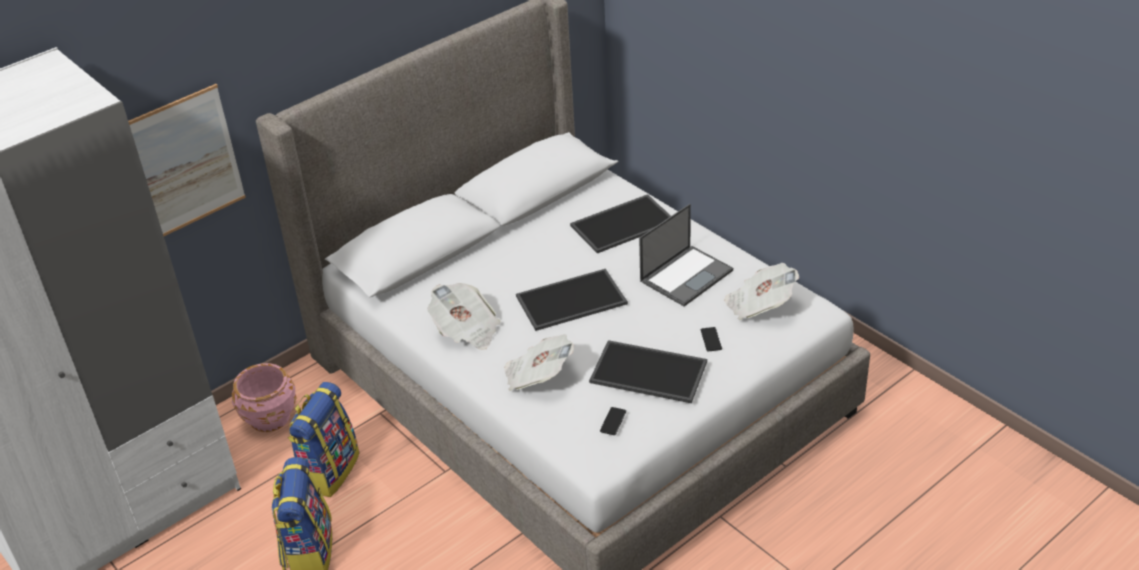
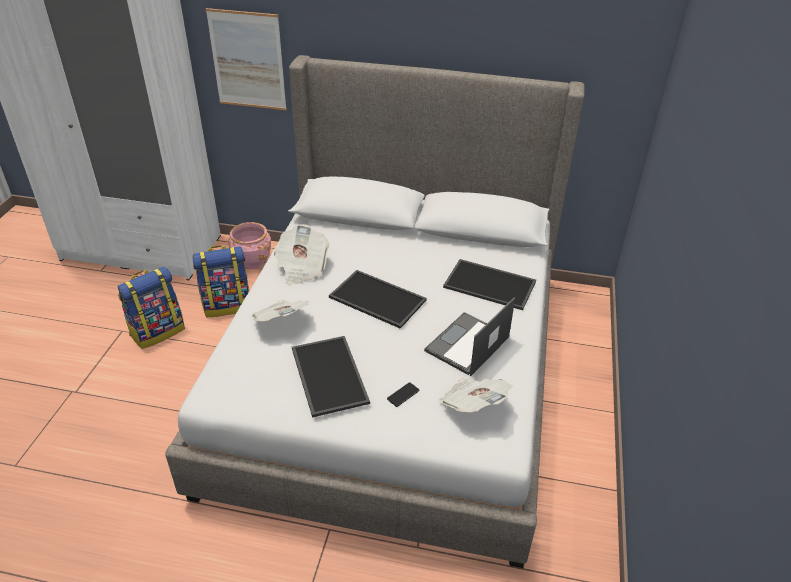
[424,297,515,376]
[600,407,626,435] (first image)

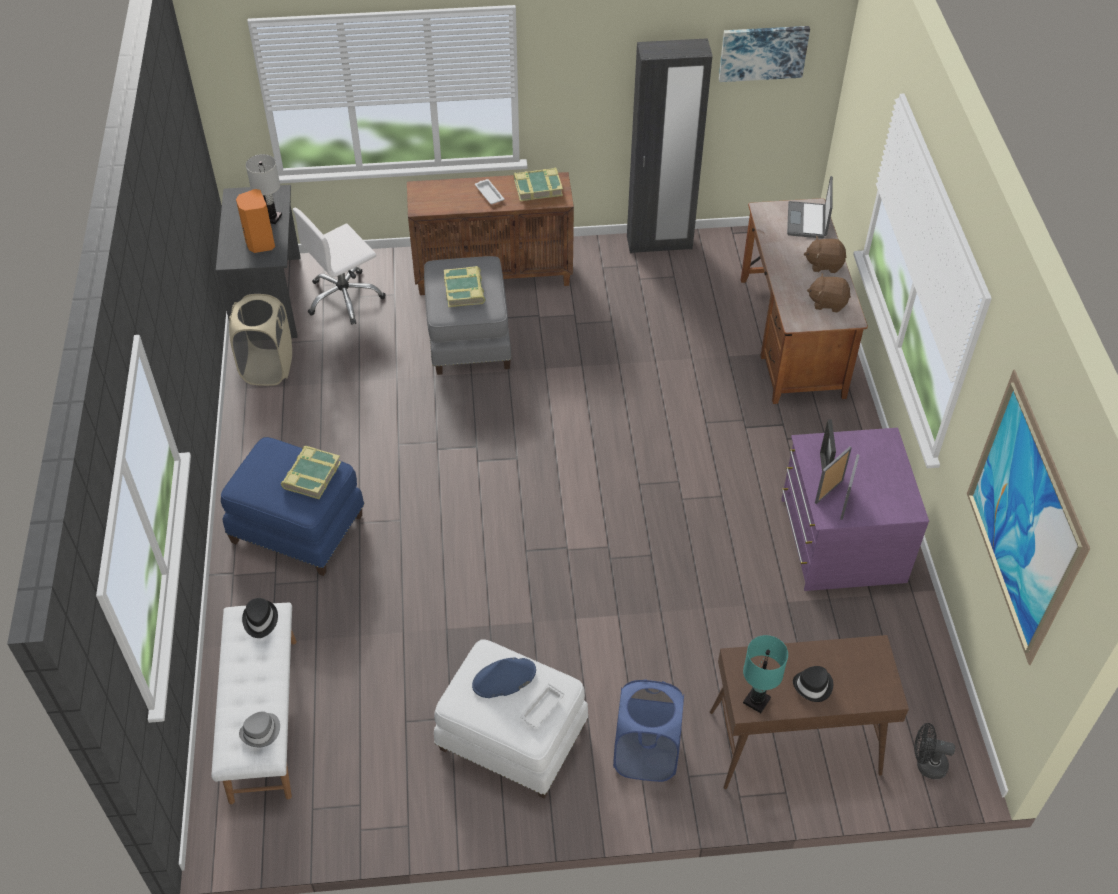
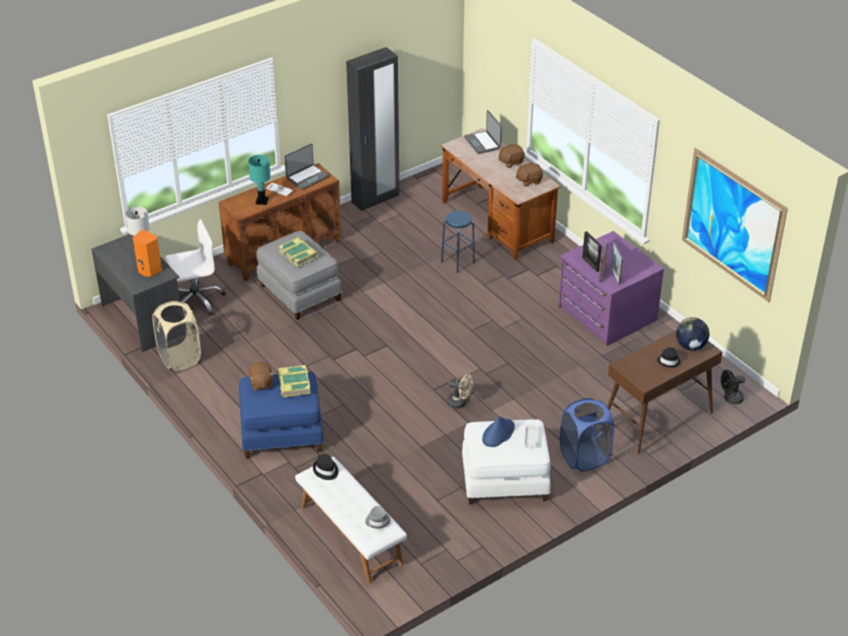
[165,219,226,316]
[248,155,271,205]
[249,362,274,391]
[285,143,329,190]
[441,211,475,273]
[447,374,473,408]
[676,317,709,351]
[719,26,810,82] (first image)

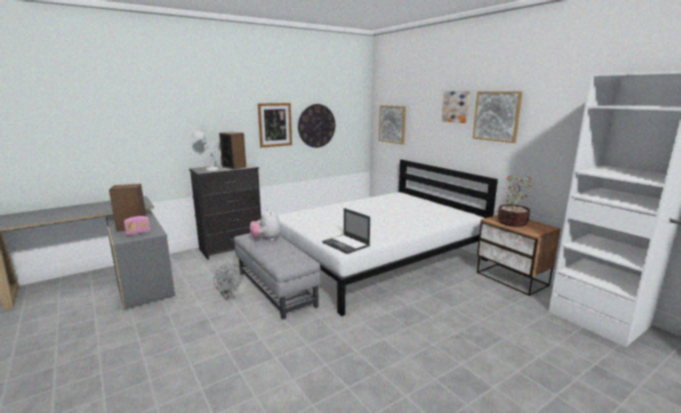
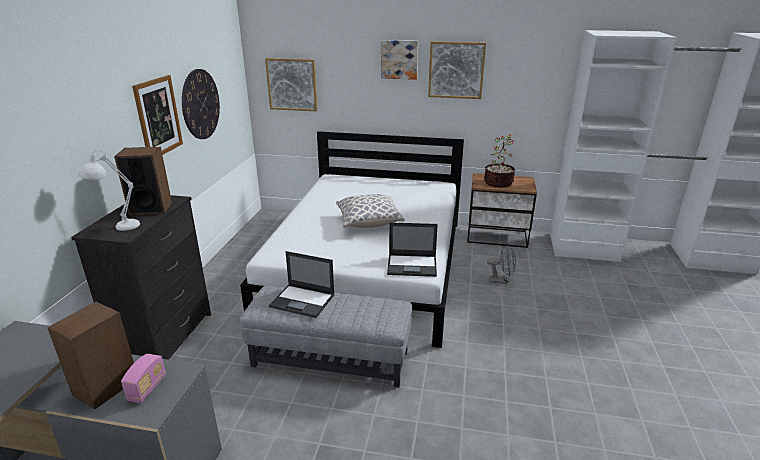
[269,251,335,318]
[336,194,405,228]
[487,245,516,284]

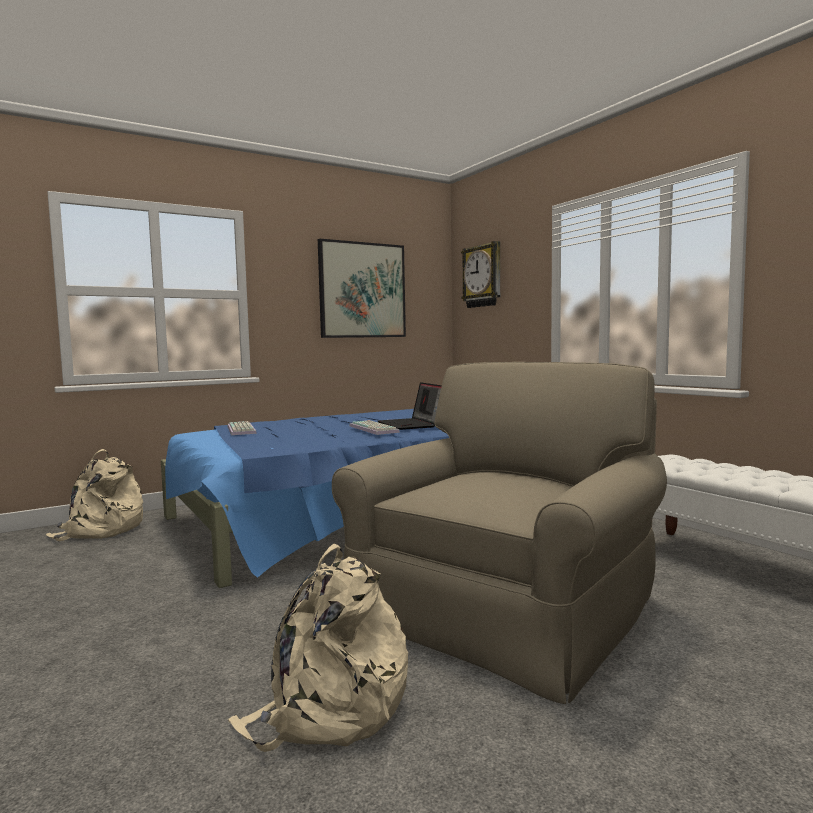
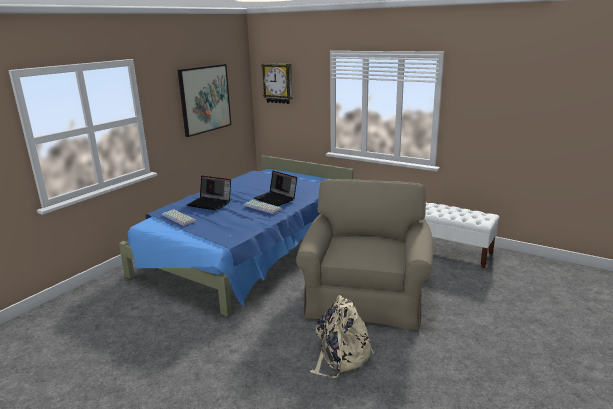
[187,176,231,210]
[45,449,143,541] (first image)

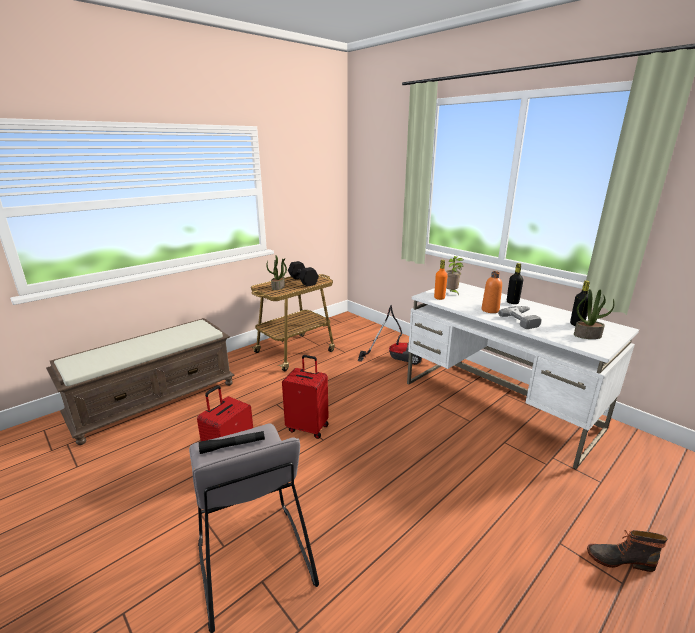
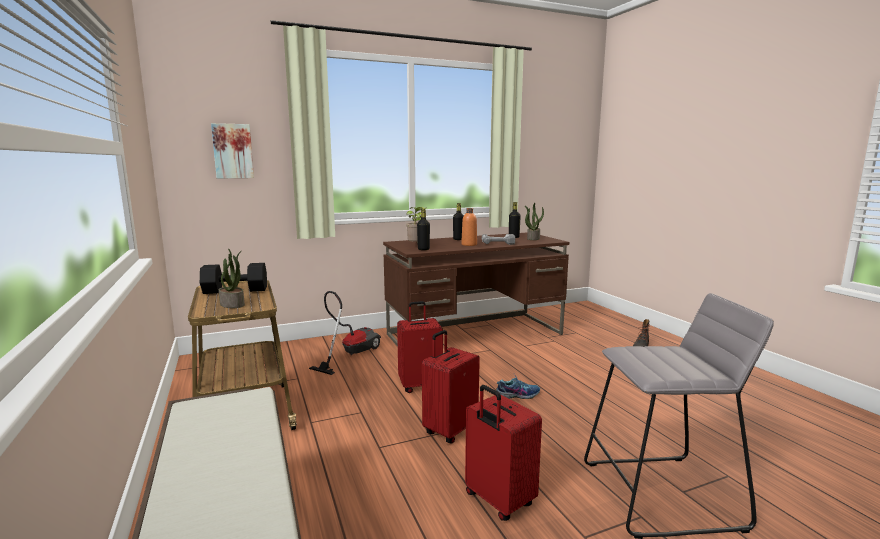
[211,123,254,179]
[383,233,569,347]
[397,301,443,393]
[417,208,430,250]
[496,374,540,399]
[199,431,265,454] (first image)

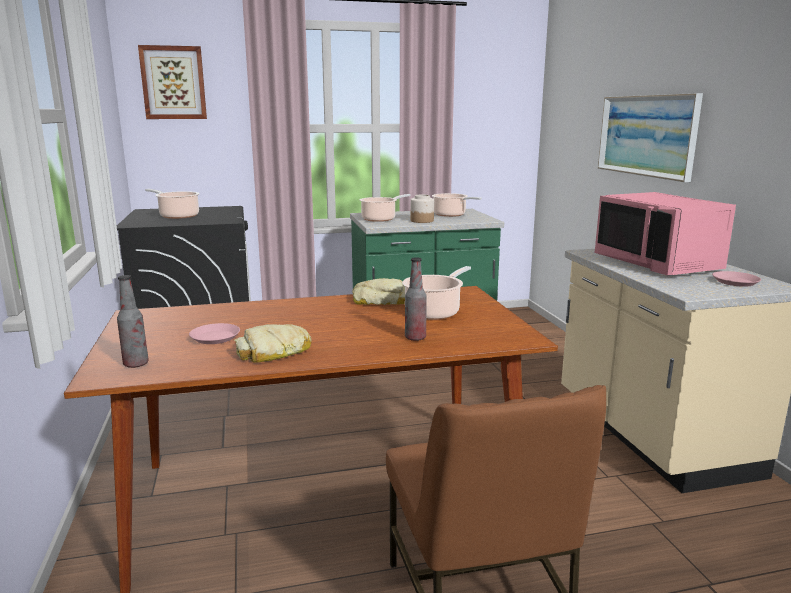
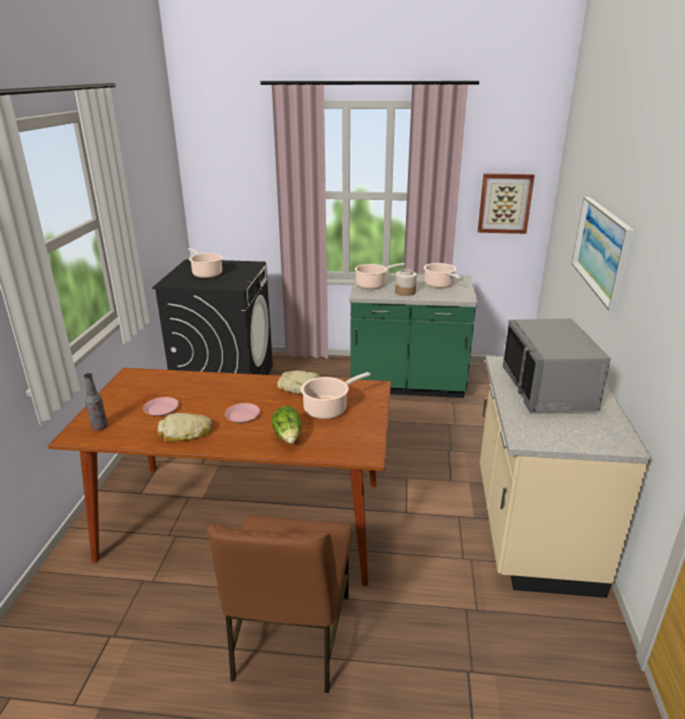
[225,403,260,423]
[272,406,302,443]
[478,174,535,234]
[502,319,611,412]

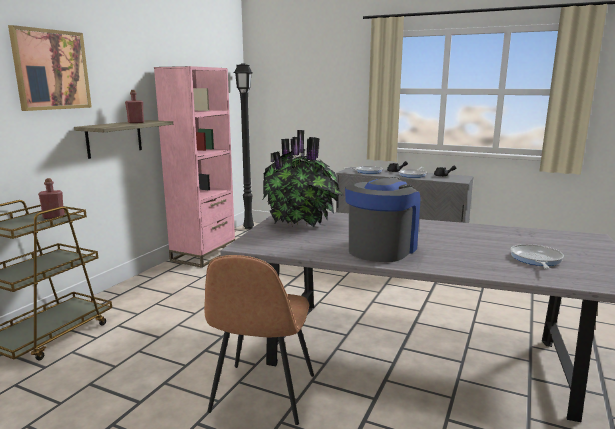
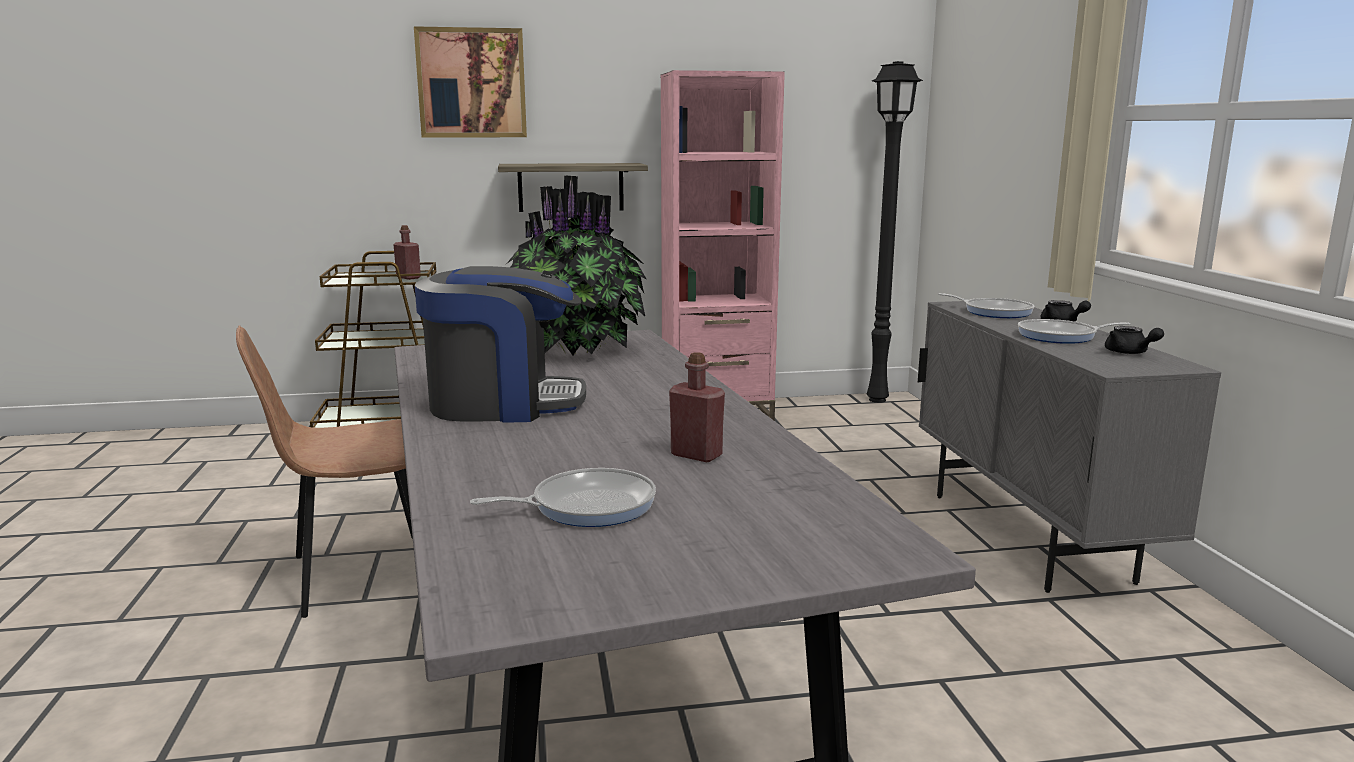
[669,352,725,462]

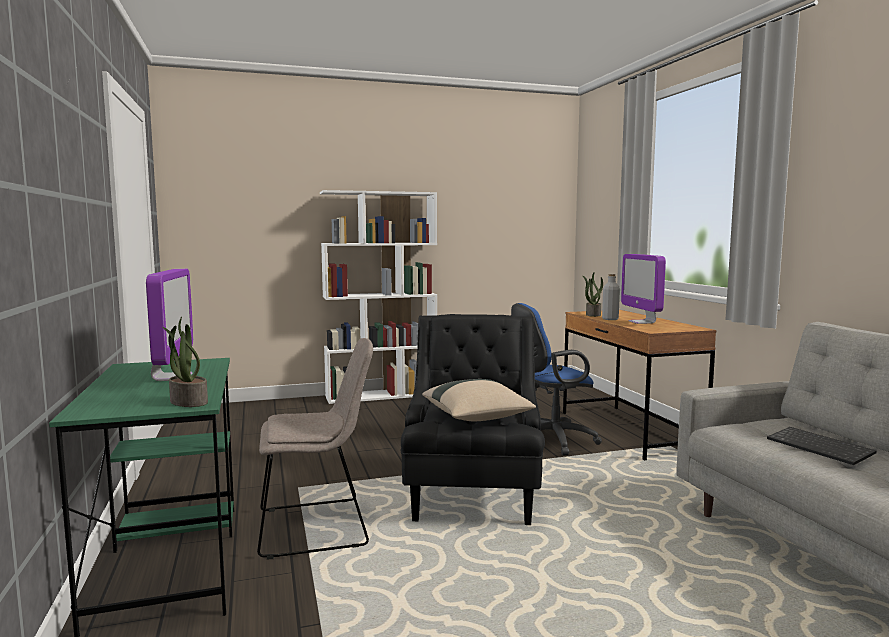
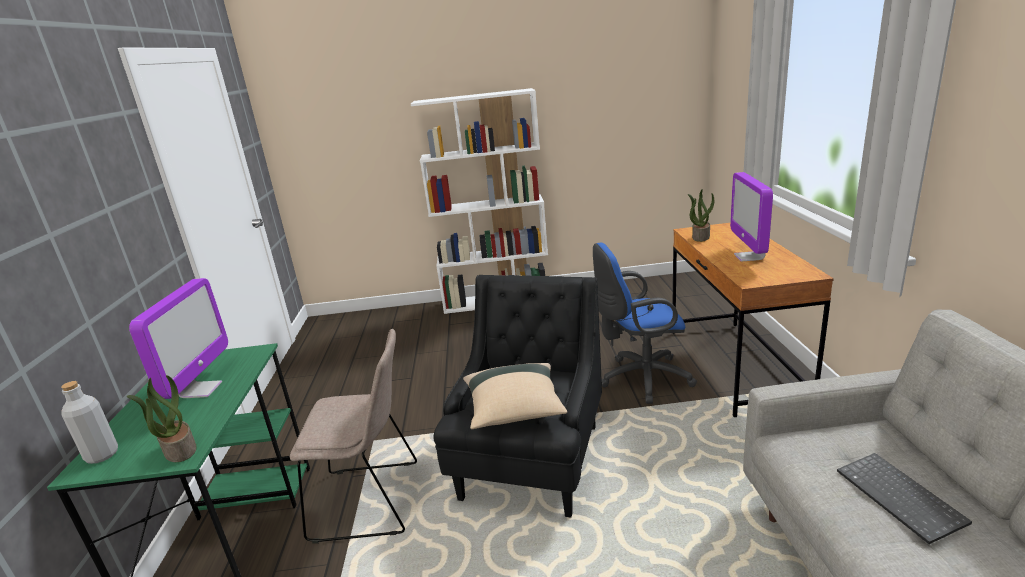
[61,381,118,464]

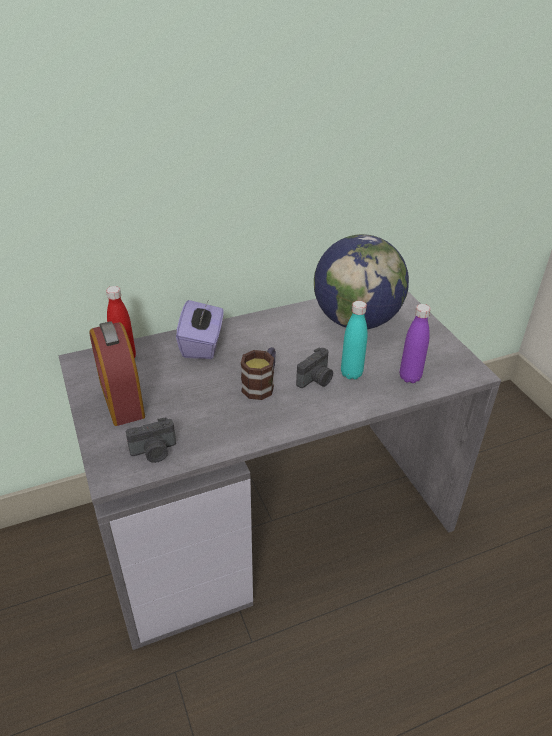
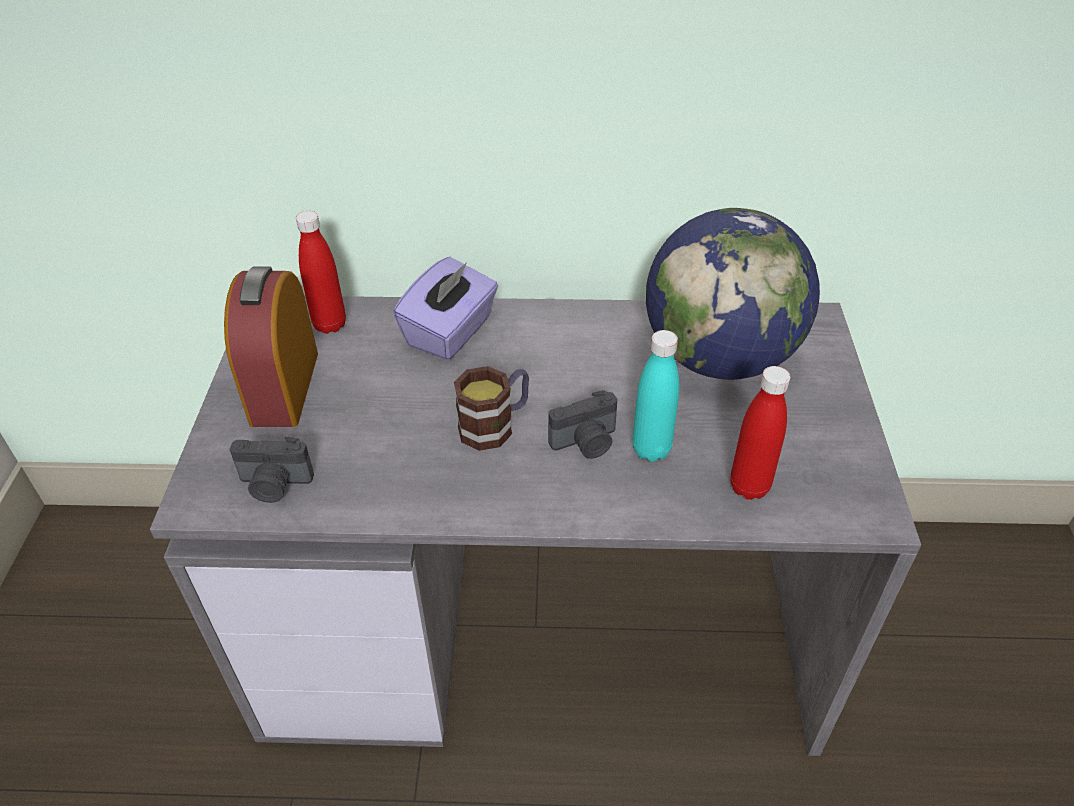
[730,366,790,500]

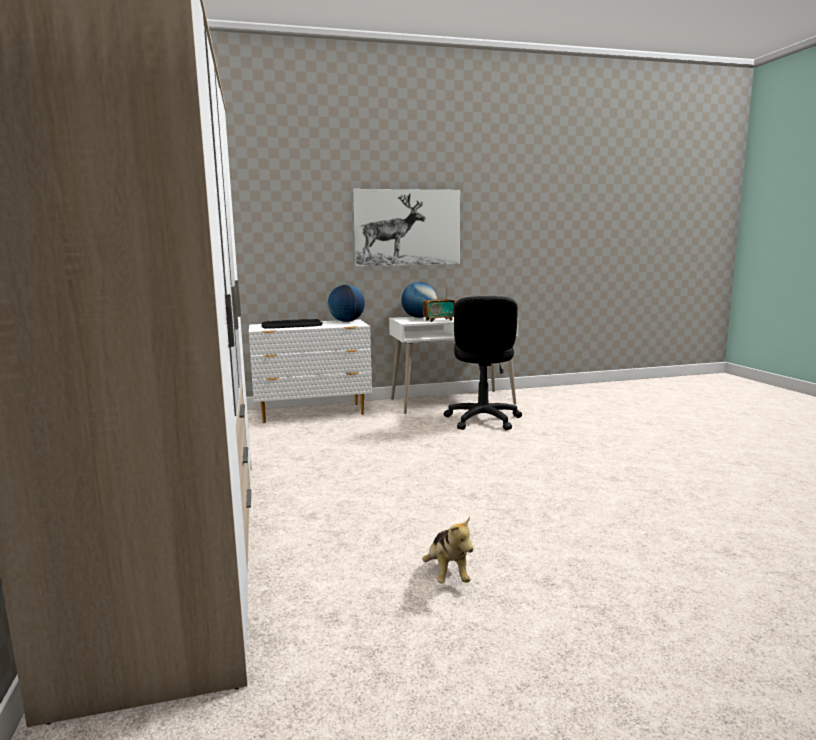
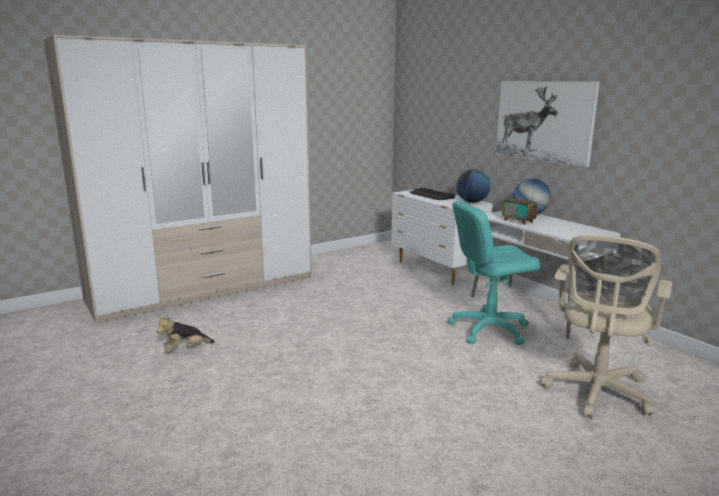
[448,201,540,345]
[540,235,672,419]

